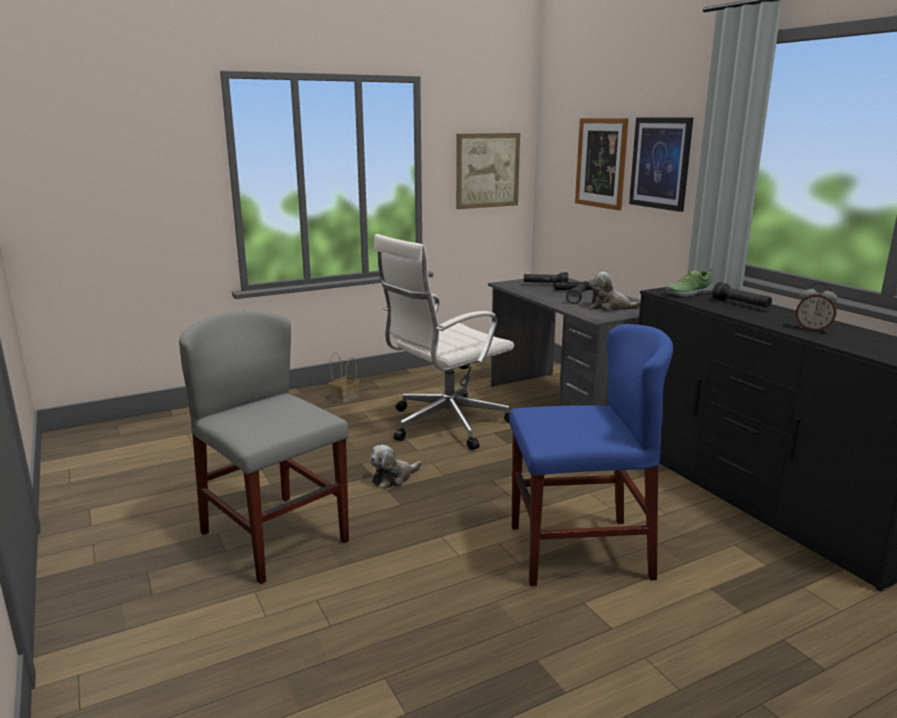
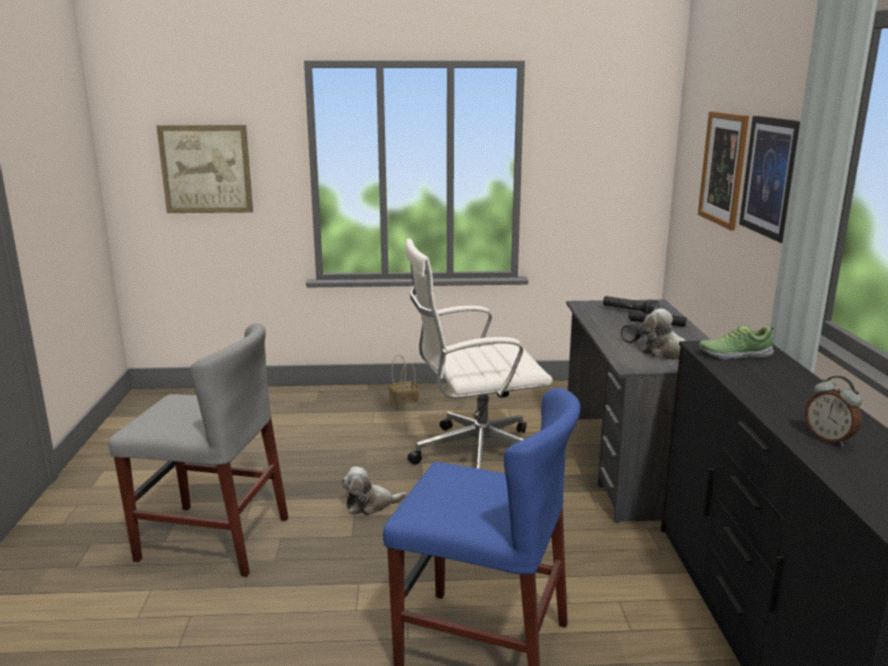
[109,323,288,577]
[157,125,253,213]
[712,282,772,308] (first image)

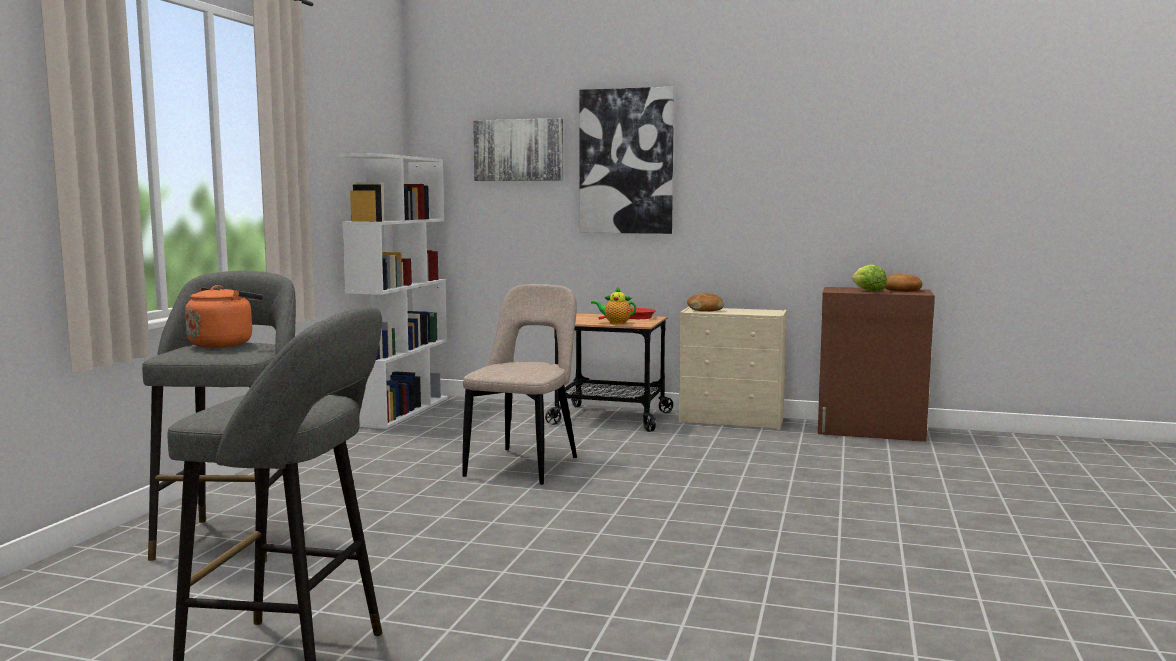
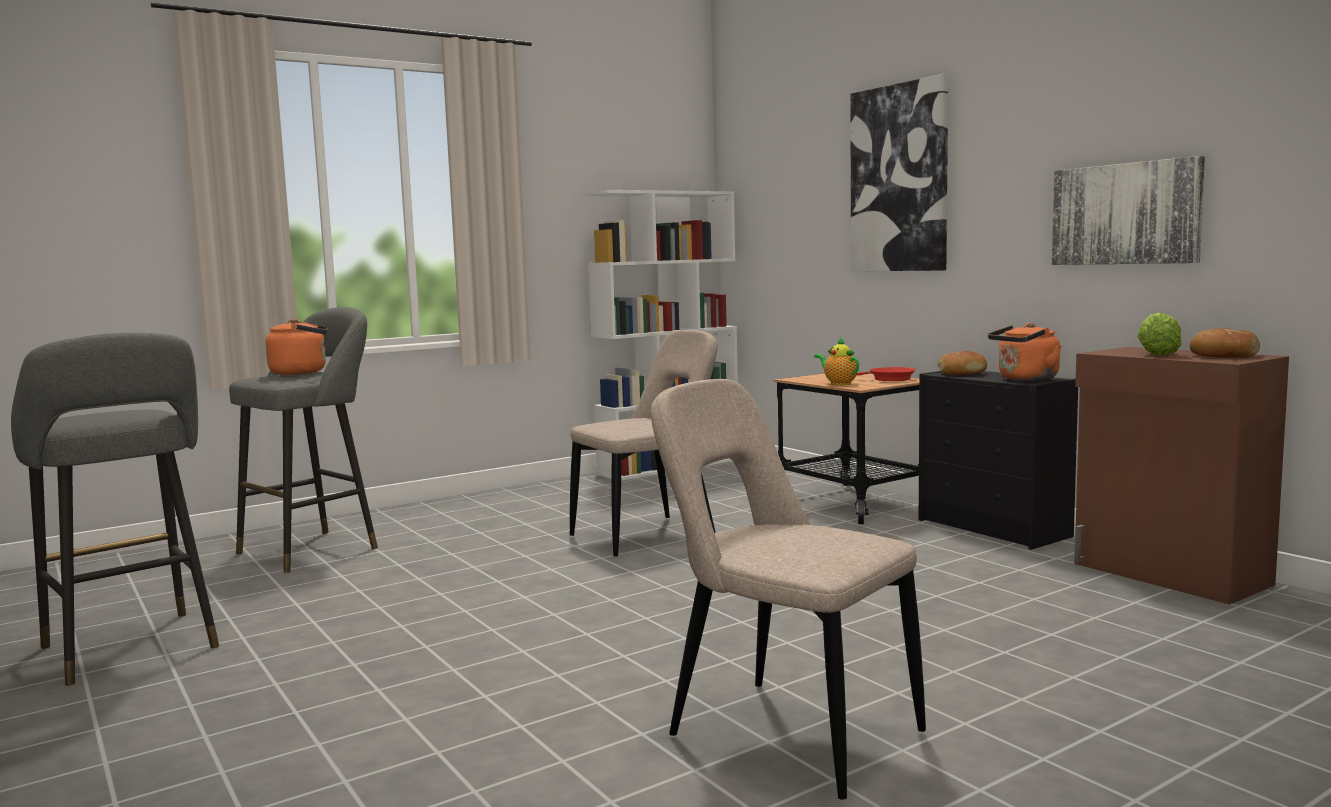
[650,379,926,800]
[919,371,1078,550]
[988,323,1061,381]
[1052,156,1205,265]

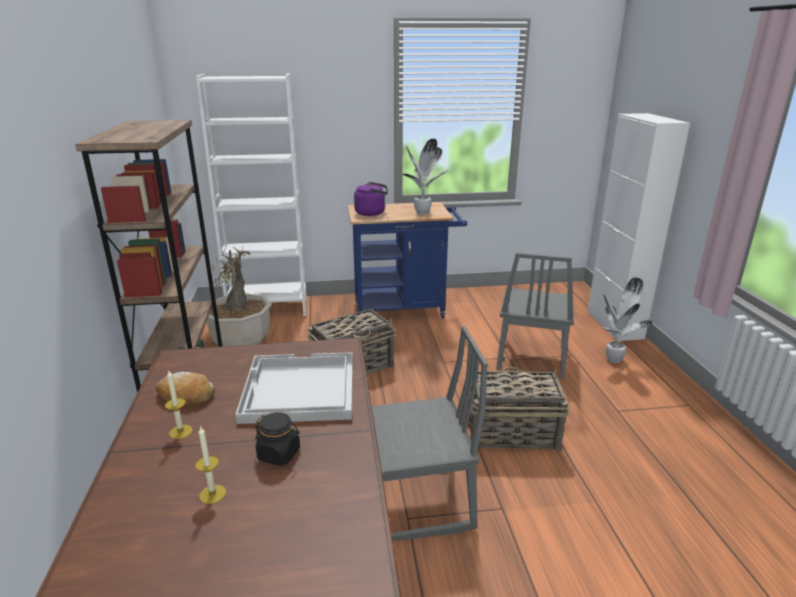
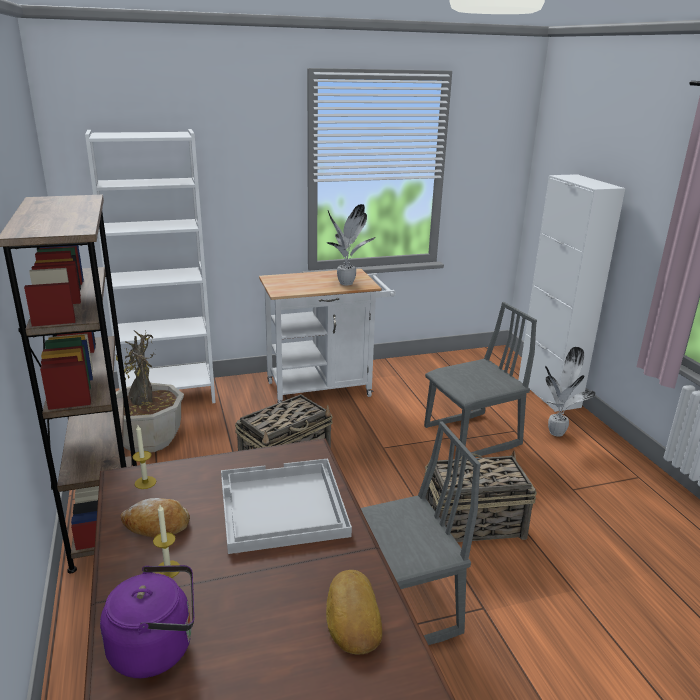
[100,565,194,678]
[133,425,156,489]
[259,269,396,403]
[326,570,382,655]
[424,302,537,459]
[255,412,300,466] (first image)

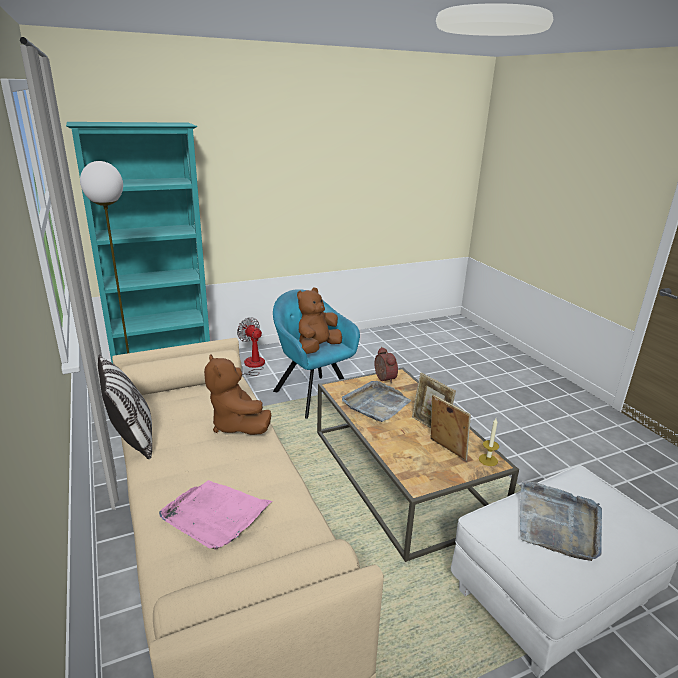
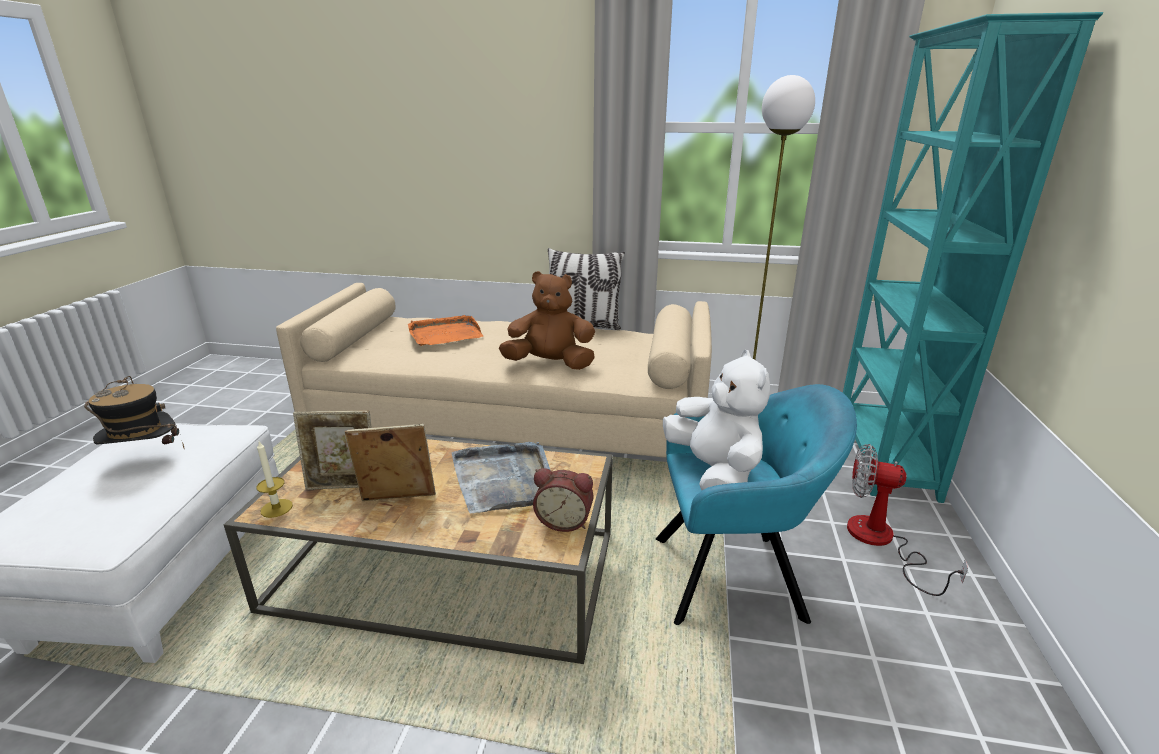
[84,376,185,449]
[408,315,483,346]
[663,350,770,490]
[847,444,968,596]

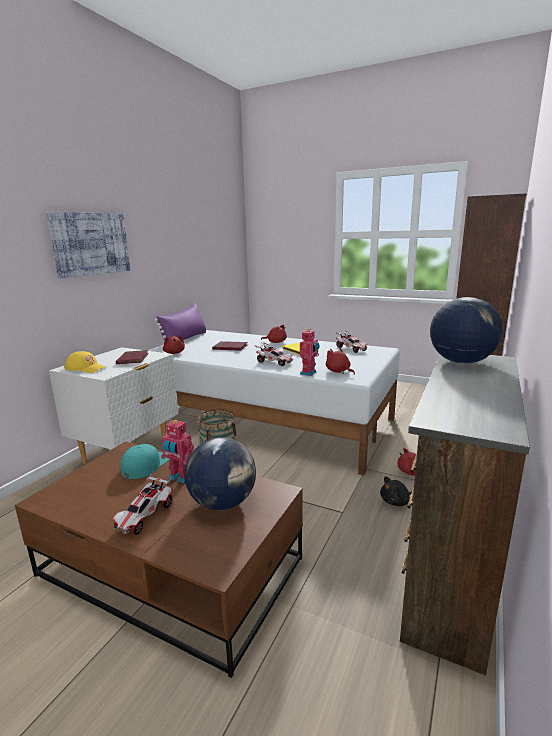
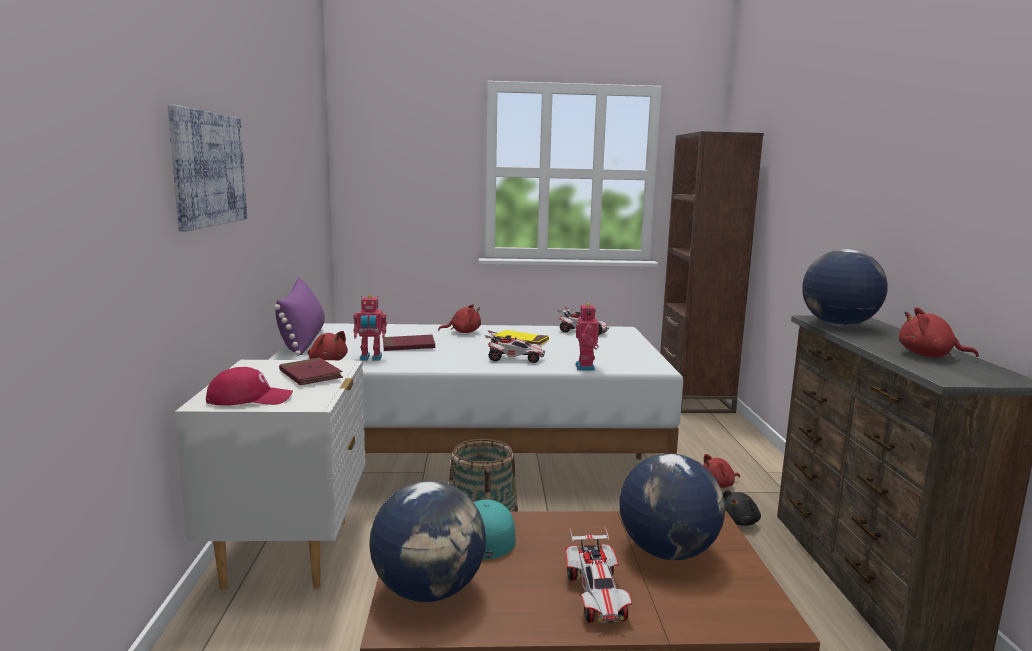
[206,367,293,406]
[354,295,387,361]
[369,481,486,602]
[899,307,979,359]

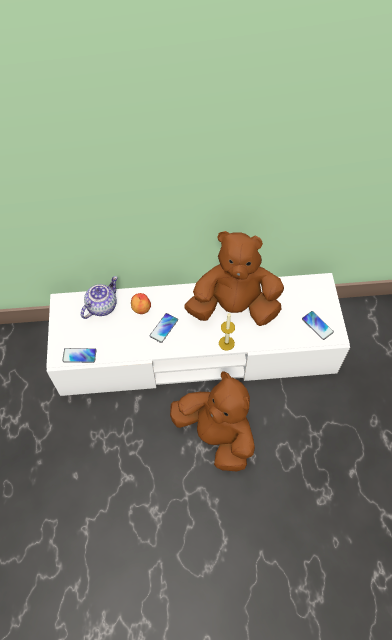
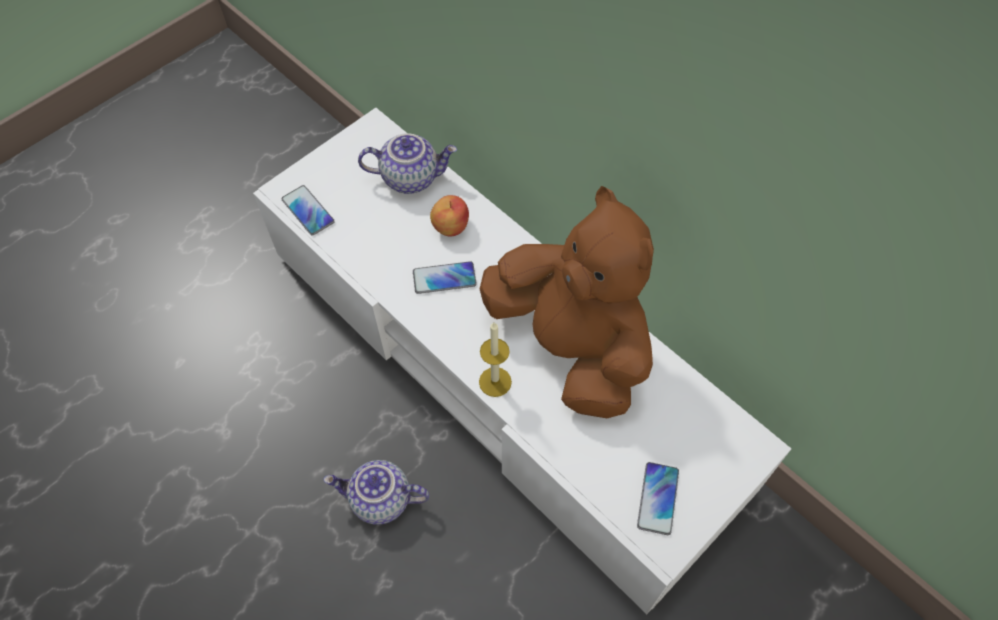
[323,460,429,525]

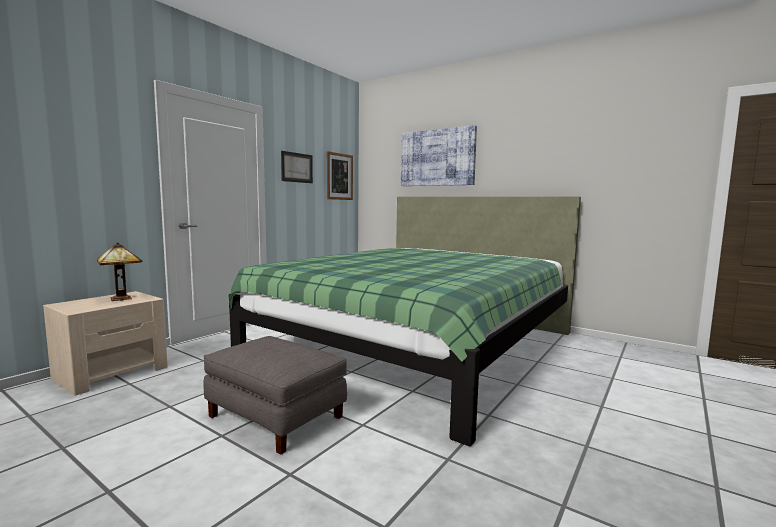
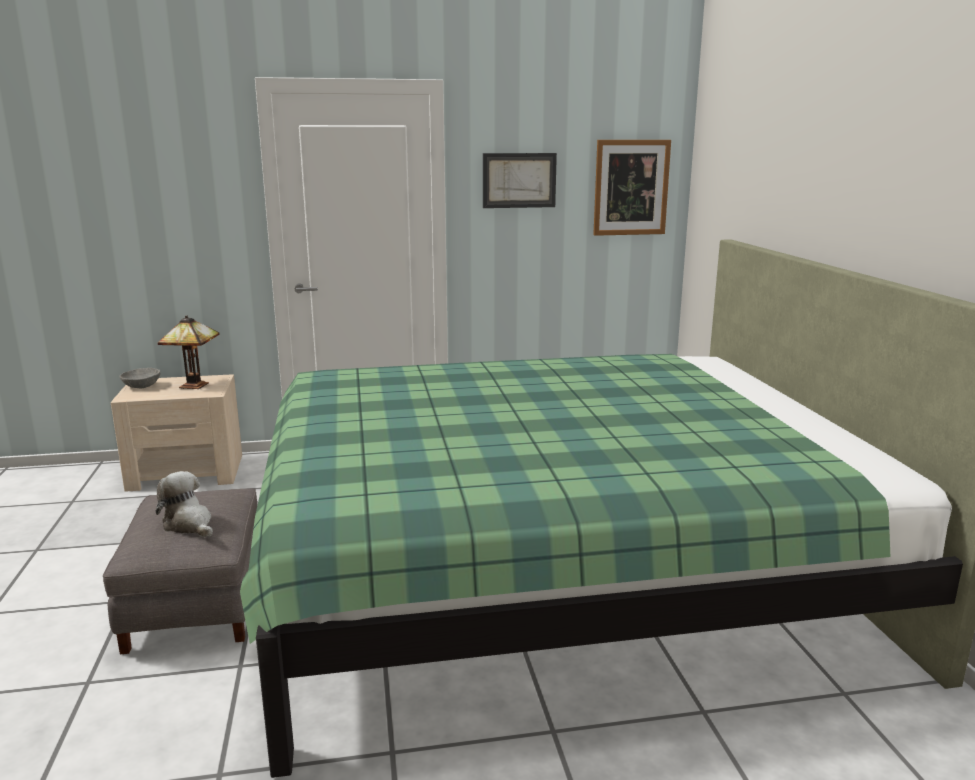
[120,368,160,389]
[156,471,213,537]
[401,125,477,186] (first image)

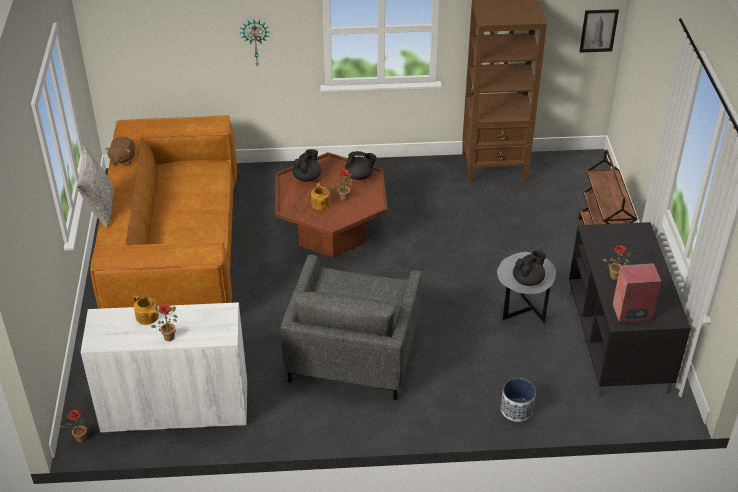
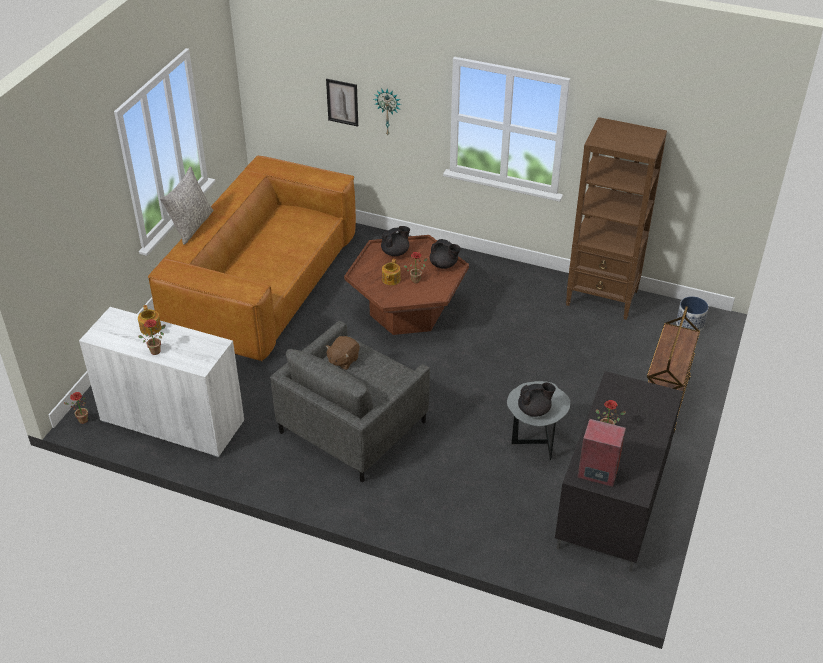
[325,336,360,370]
[326,79,358,127]
[676,296,708,331]

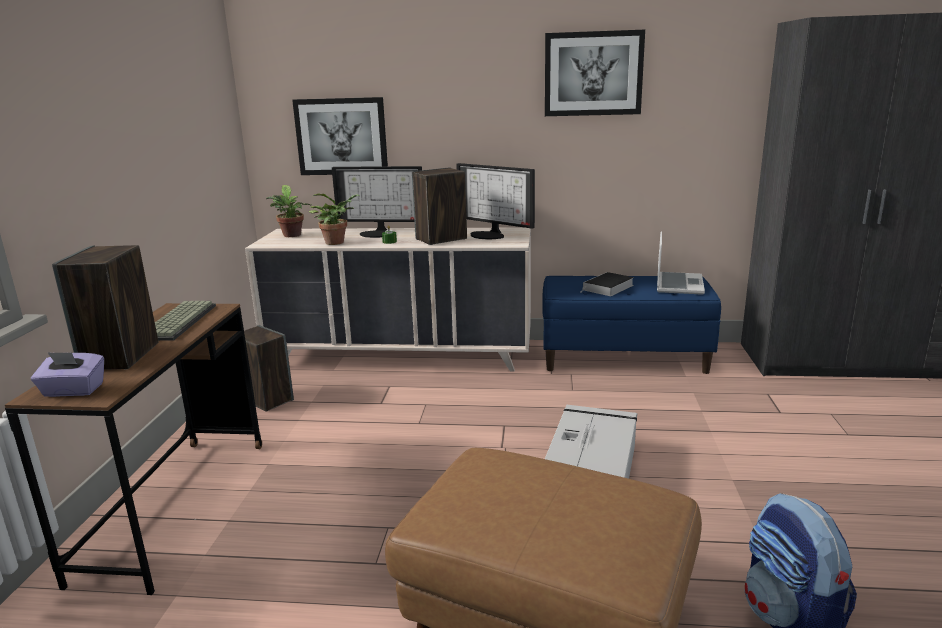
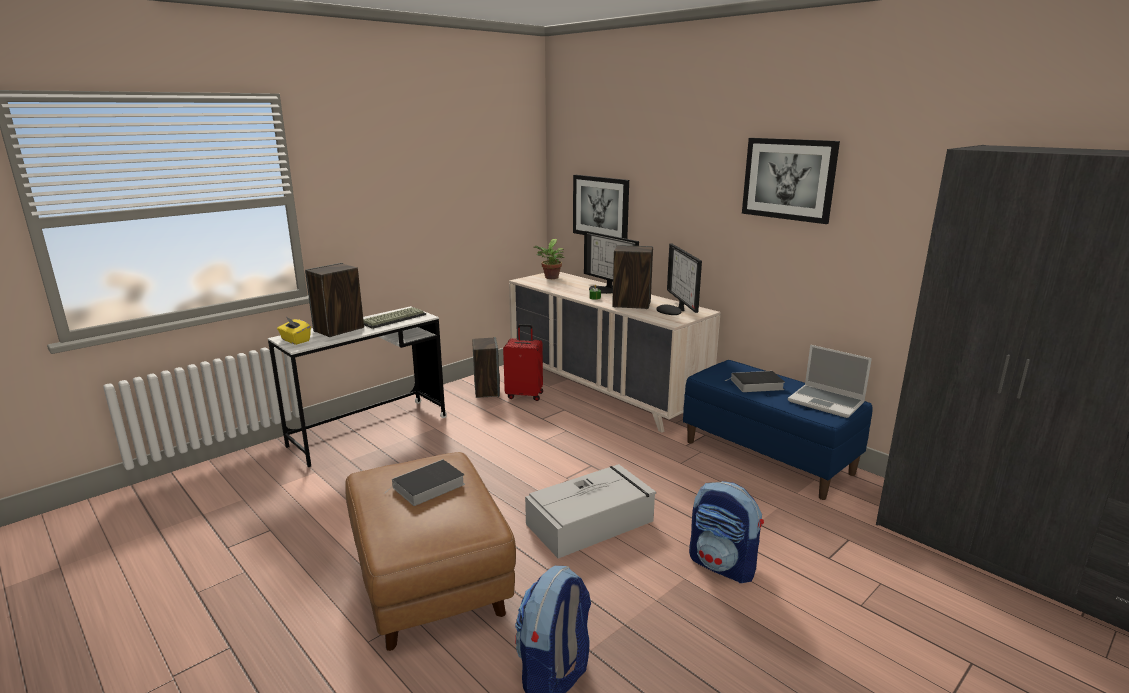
[268,306,447,467]
[277,317,311,345]
[384,459,465,506]
[503,324,543,401]
[689,481,764,583]
[788,345,872,418]
[309,193,359,245] (first image)

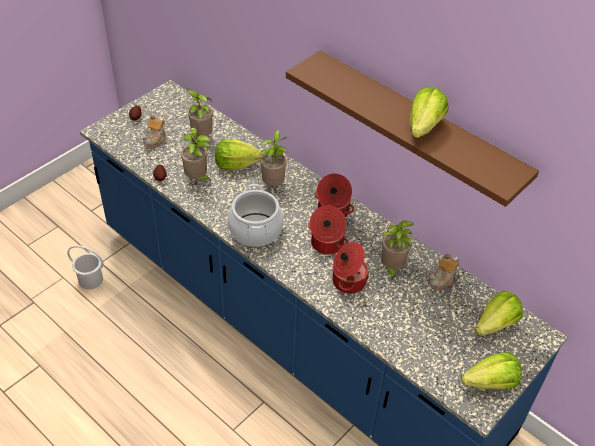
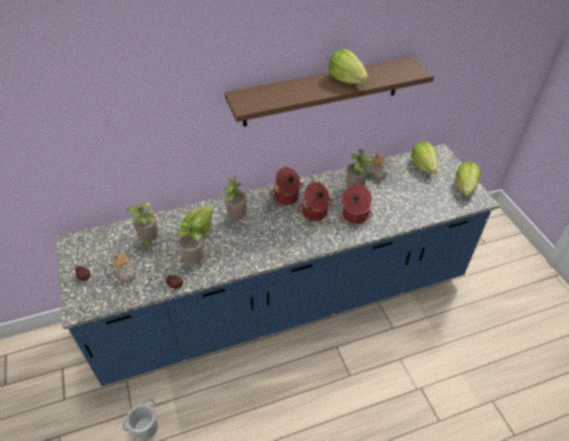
[227,184,284,247] (first image)

